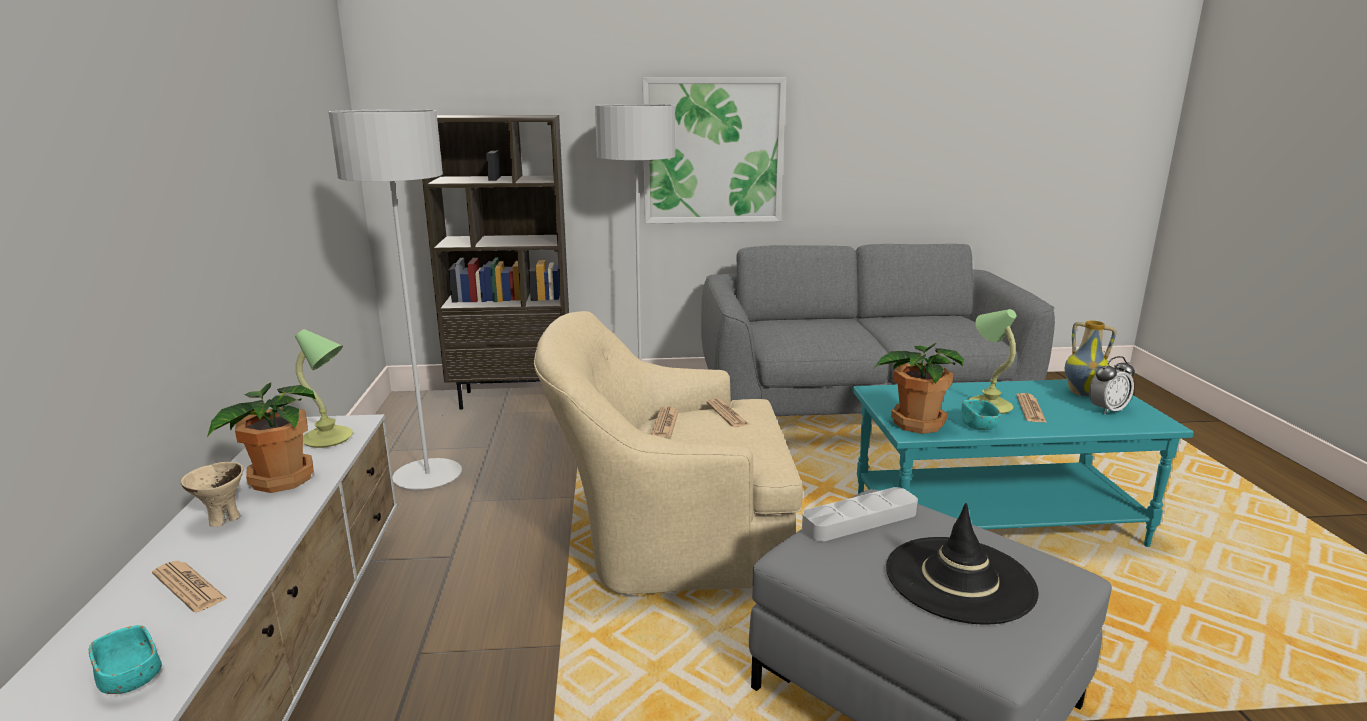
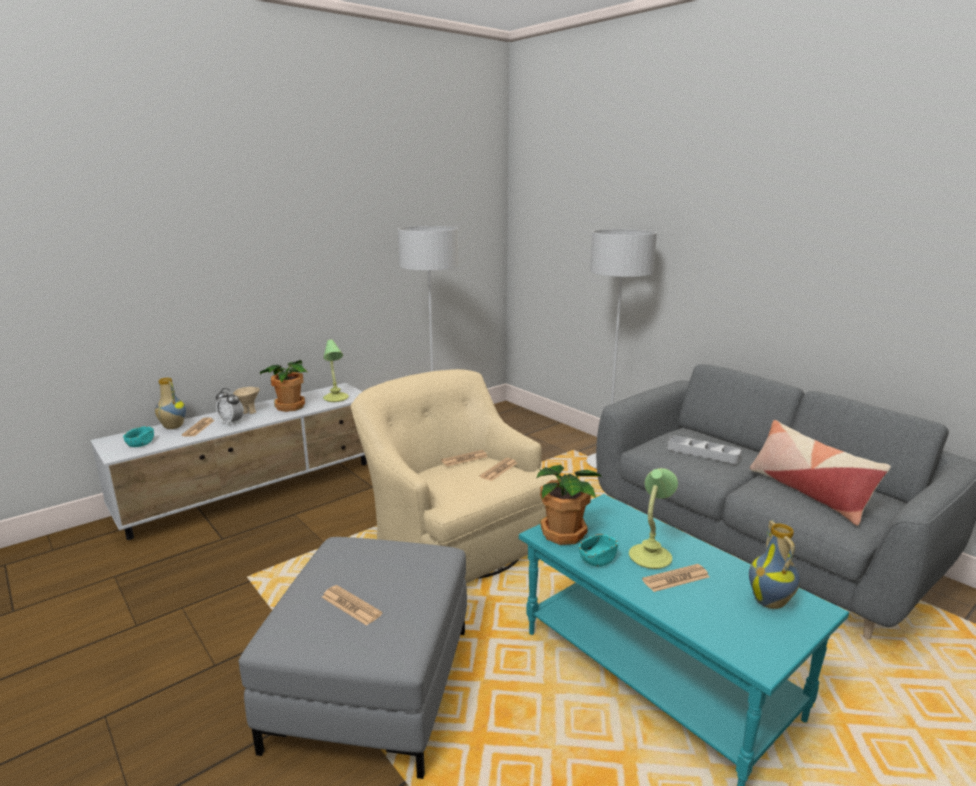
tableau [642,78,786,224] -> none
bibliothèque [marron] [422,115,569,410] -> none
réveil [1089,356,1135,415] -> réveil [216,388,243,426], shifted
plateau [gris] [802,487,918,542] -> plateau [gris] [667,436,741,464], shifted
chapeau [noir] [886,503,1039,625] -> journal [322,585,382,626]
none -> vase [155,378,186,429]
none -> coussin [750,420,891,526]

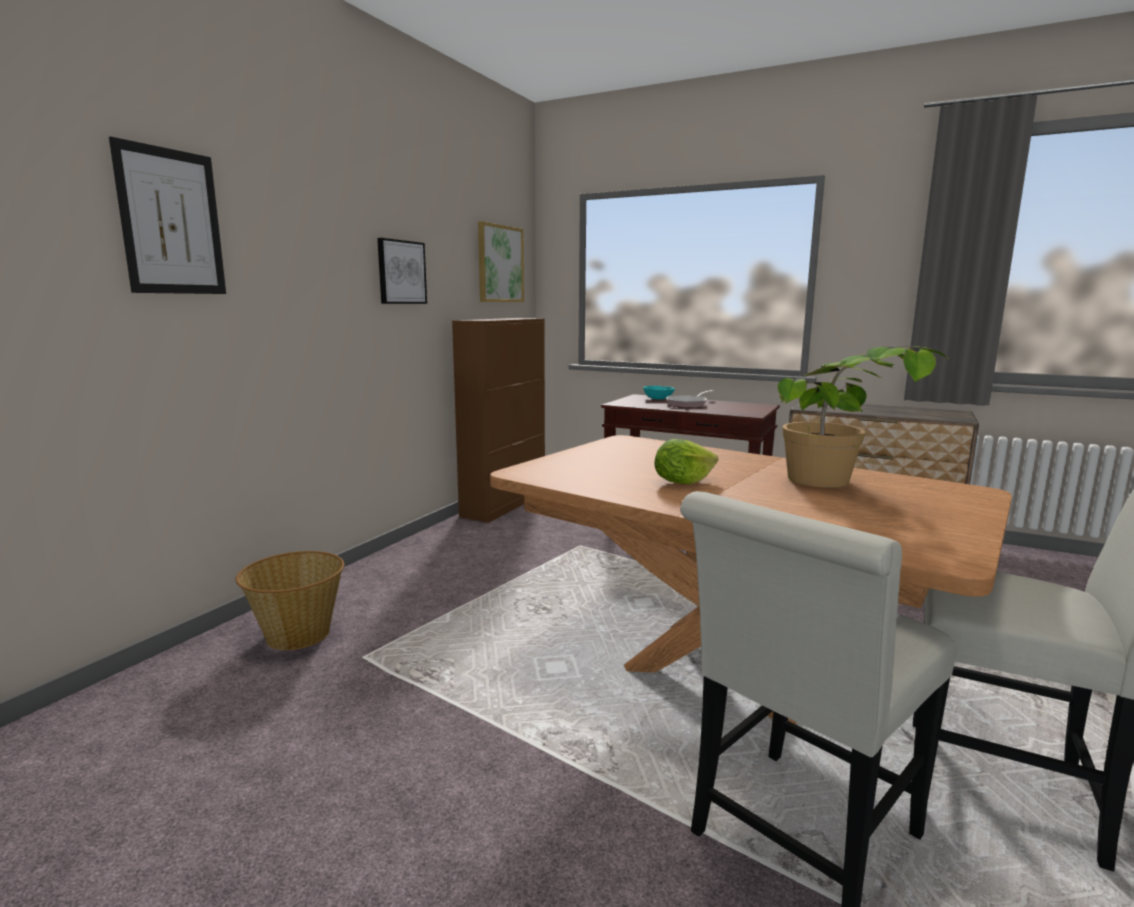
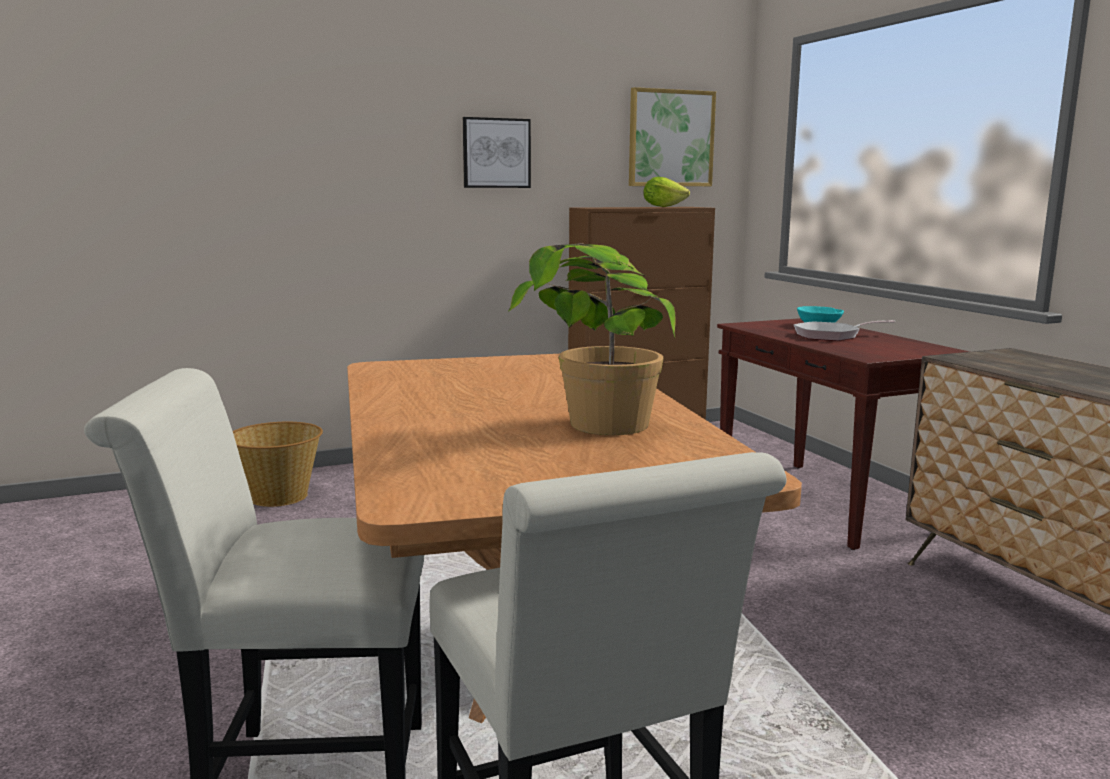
tableau [109,136,226,294] -> none
laitue [654,439,718,484] -> laitue [643,177,690,207], shifted

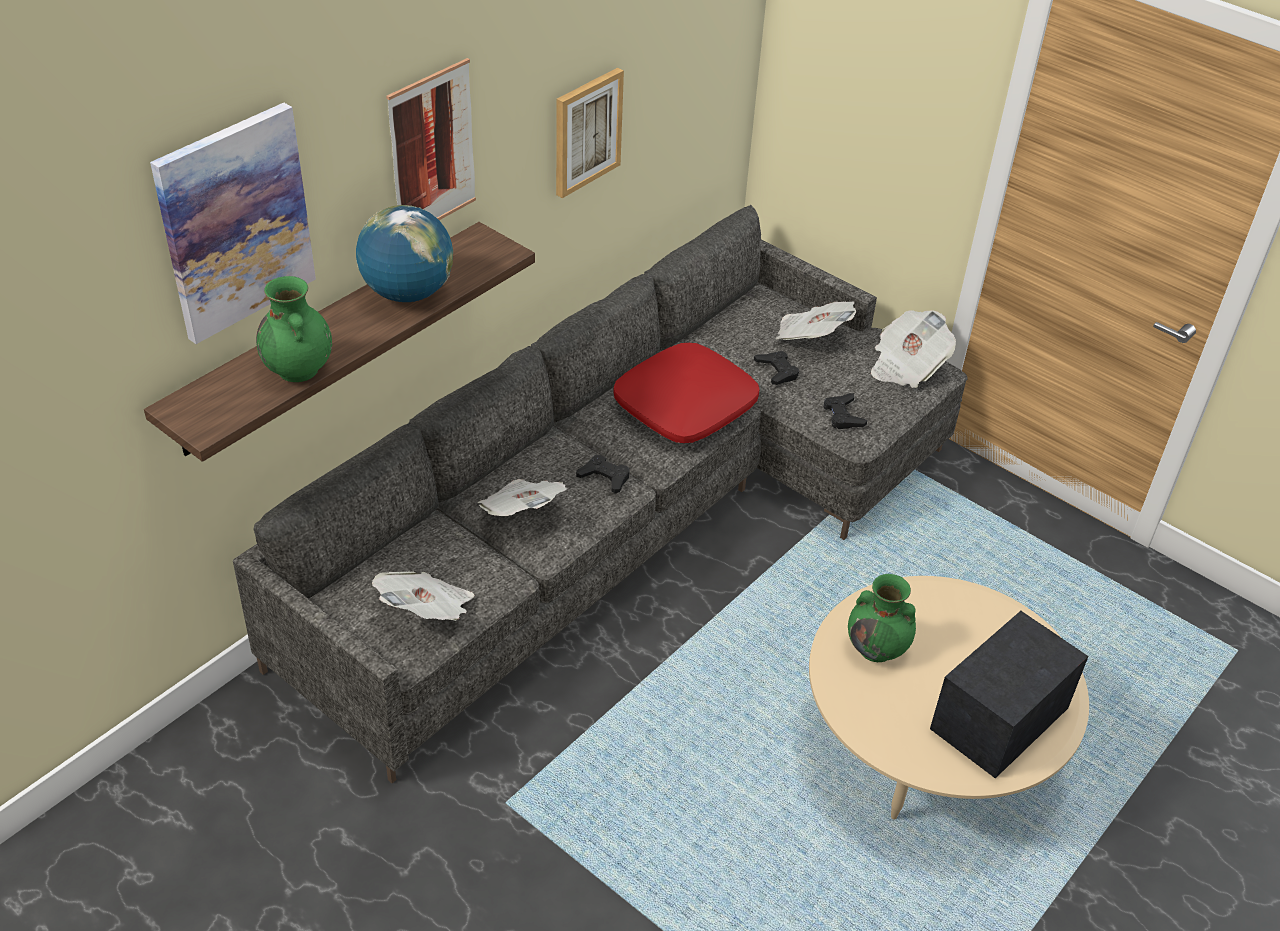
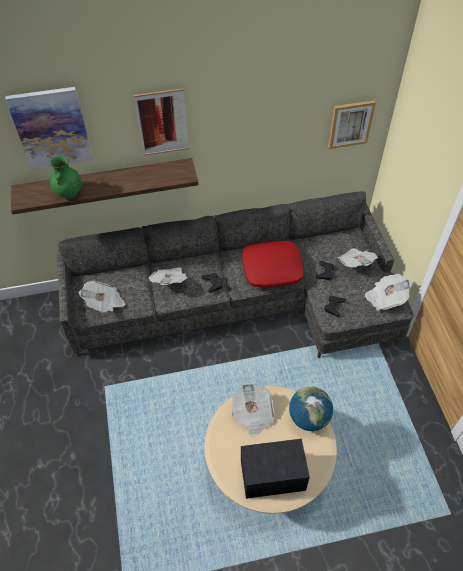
tableau [556,68,624,198] -> tableau [328,100,376,149], shifted
globe [356,205,453,302] -> globe [289,386,333,431], shifted
vase [vert] [848,574,916,662] -> journal [232,382,274,437]

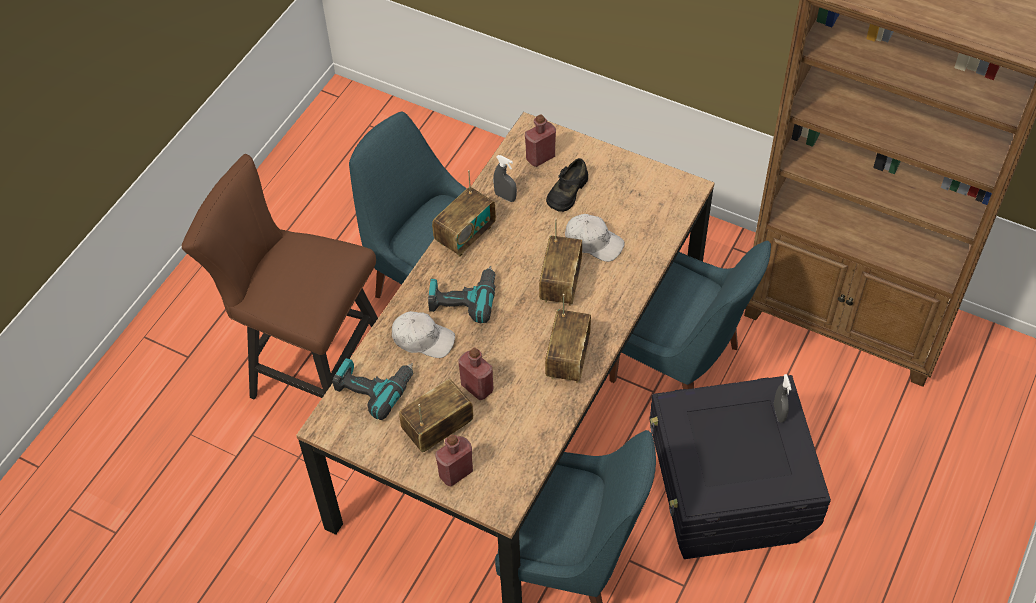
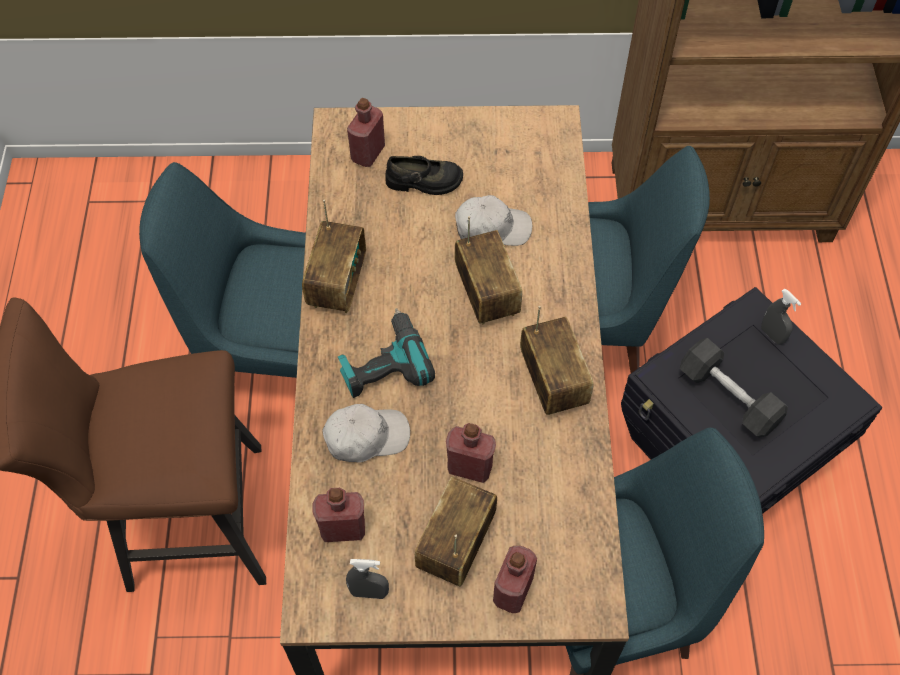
vaporisateur [gris] [493,155,517,202] -> vaporisateur [gris] [346,559,389,599], shifted
chaussure [noir] [546,158,588,212] -> chaussure [noir] [385,156,463,195], 90 degrees counterclockwise
perceuse [333,358,413,420] -> bouteille [rouge] [313,488,365,542]
none -> haltère [noir] [680,338,788,438]

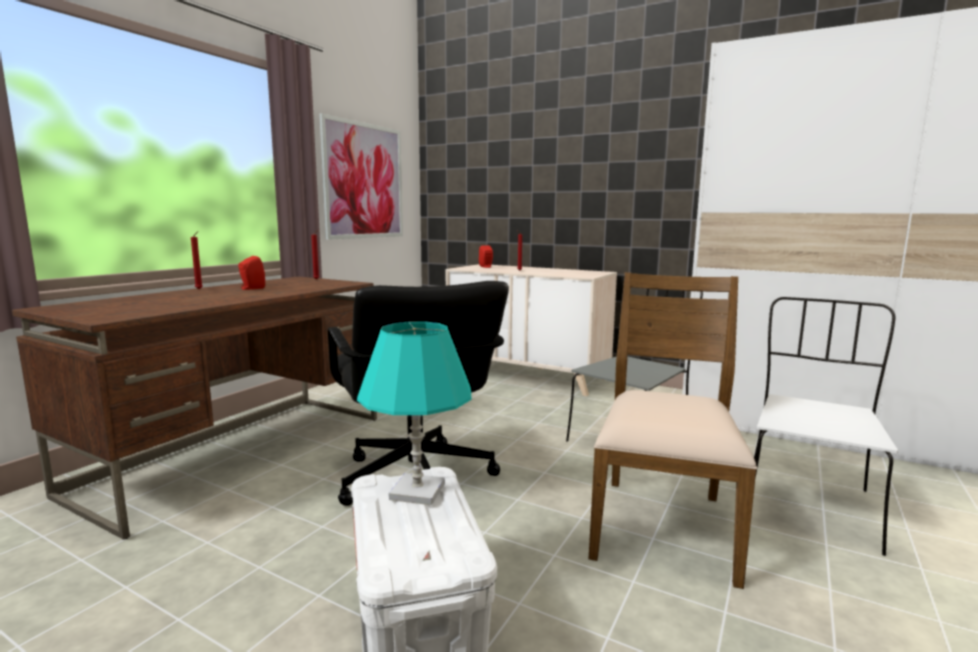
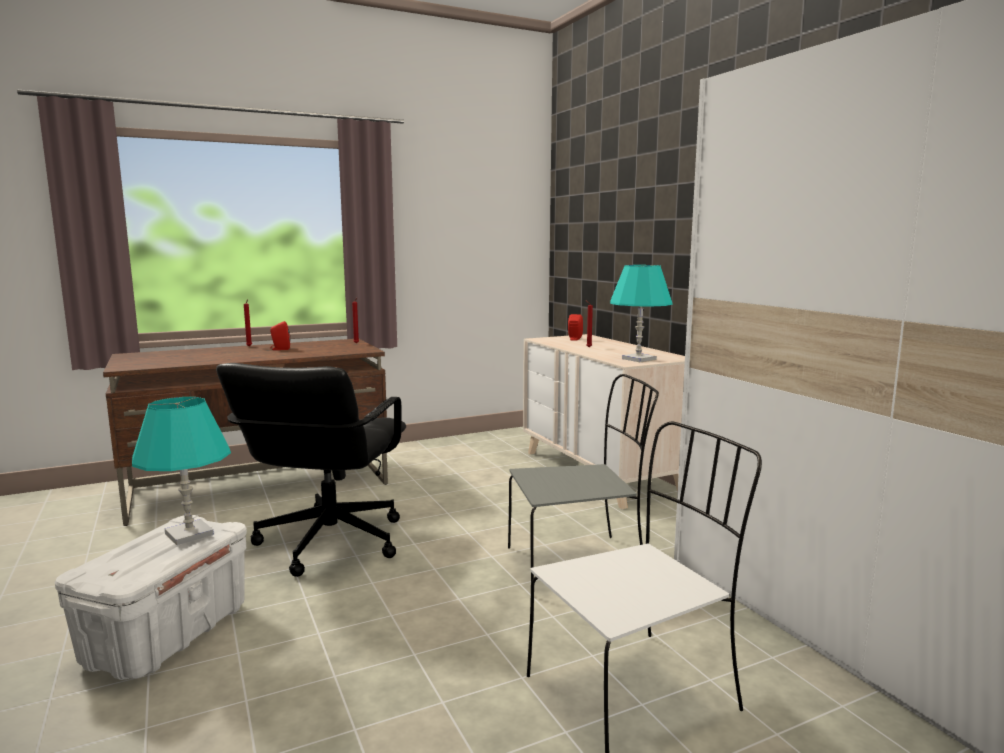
tableau [319,113,403,240] -> none
chaise [marron] [588,272,757,589] -> none
none -> lampe de table [turquoise] [610,265,673,362]

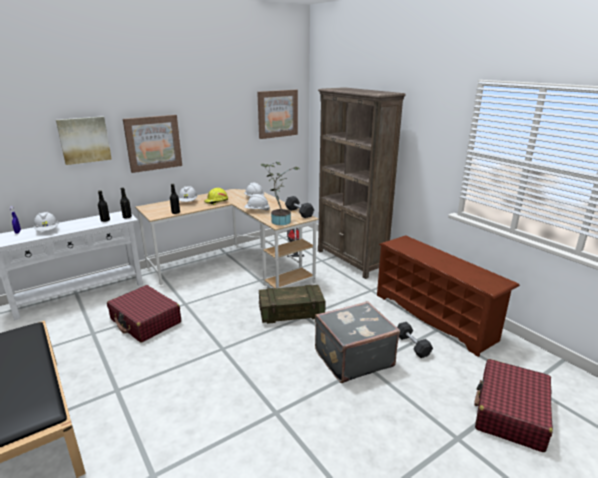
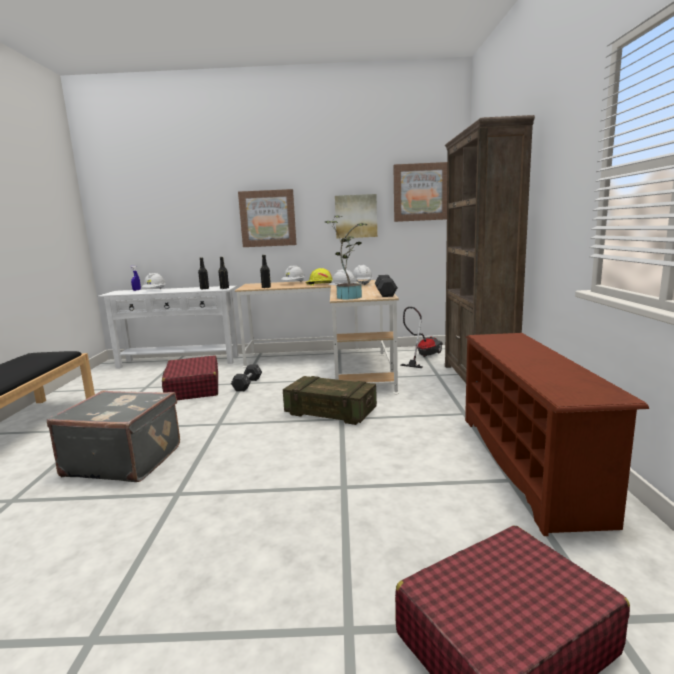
tableau [56,116,112,165] -> tableau [335,194,377,239], shifted
valise [gris] [315,301,400,383] -> valise [gris] [47,390,180,482], shifted
haltère [noir] [397,322,433,358] -> haltère [noir] [231,364,262,391], shifted

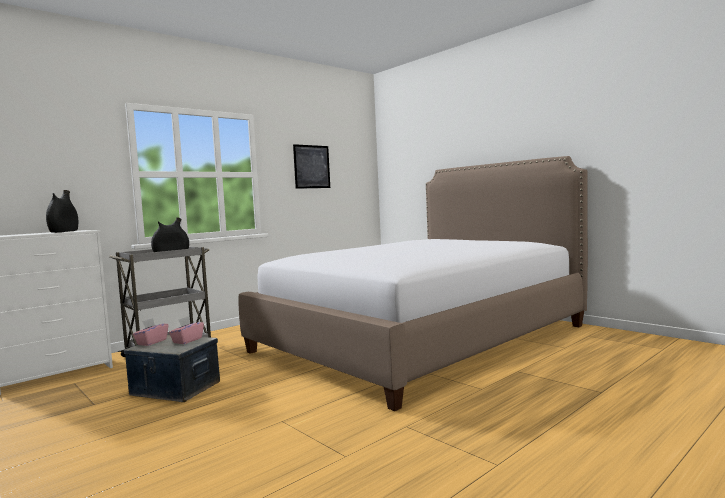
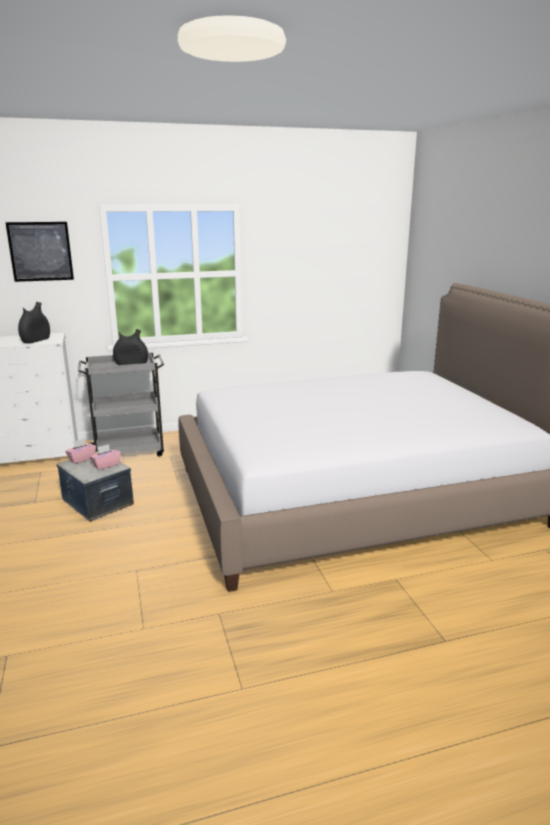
tableau [293,144,330,189] -> tableau [5,222,74,282], shifted

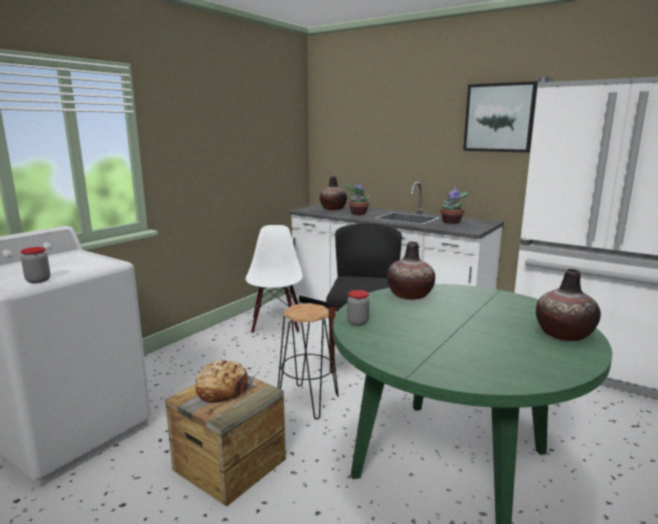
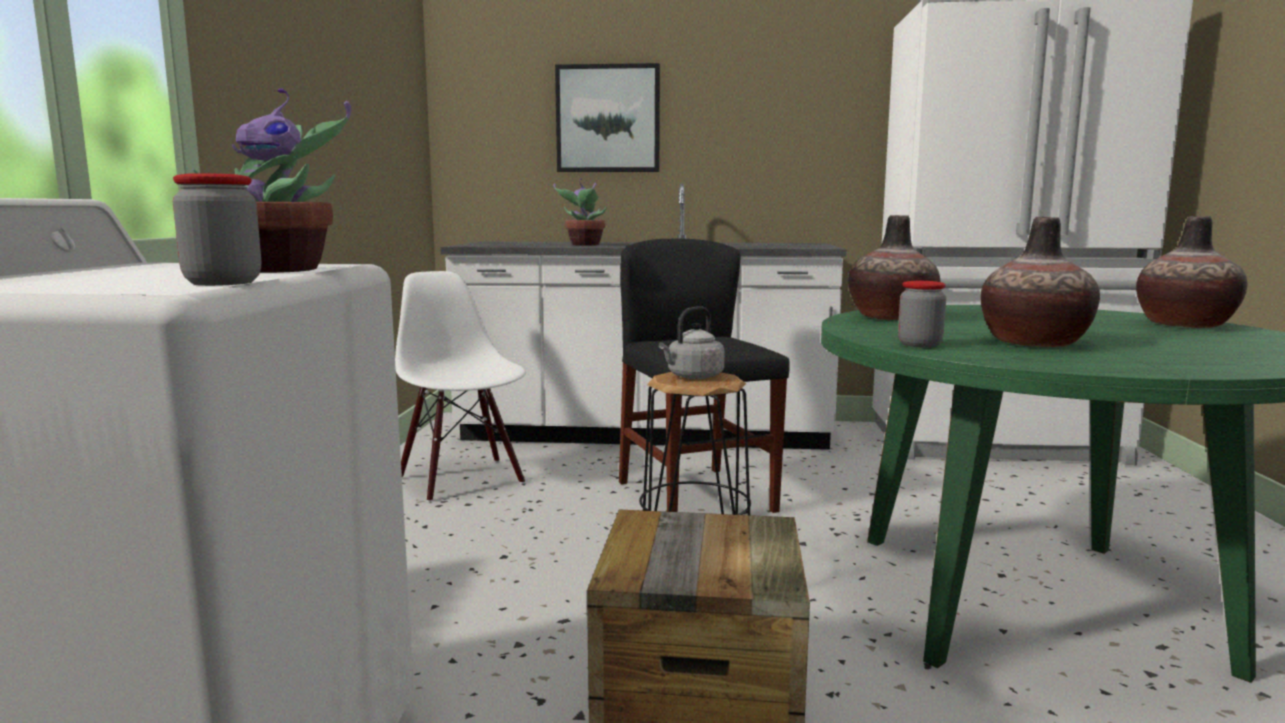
tableau [463,81,538,153] -> tableau [555,63,660,172], shifted
vase [320,176,347,210] -> vase [981,217,1100,347], shifted
plante en pot [440,185,472,224] -> plante en pot [193,88,351,273], shifted
pain [195,360,256,403] -> none
none -> bouilloire [gris] [659,306,725,379]

